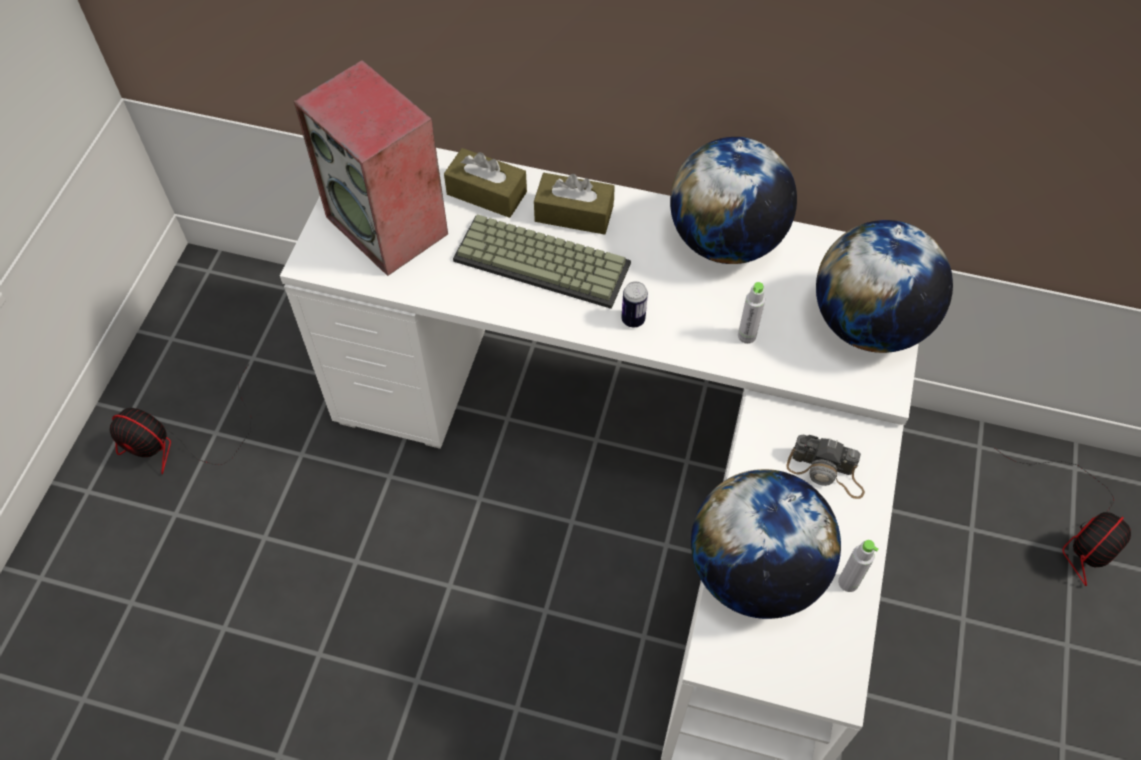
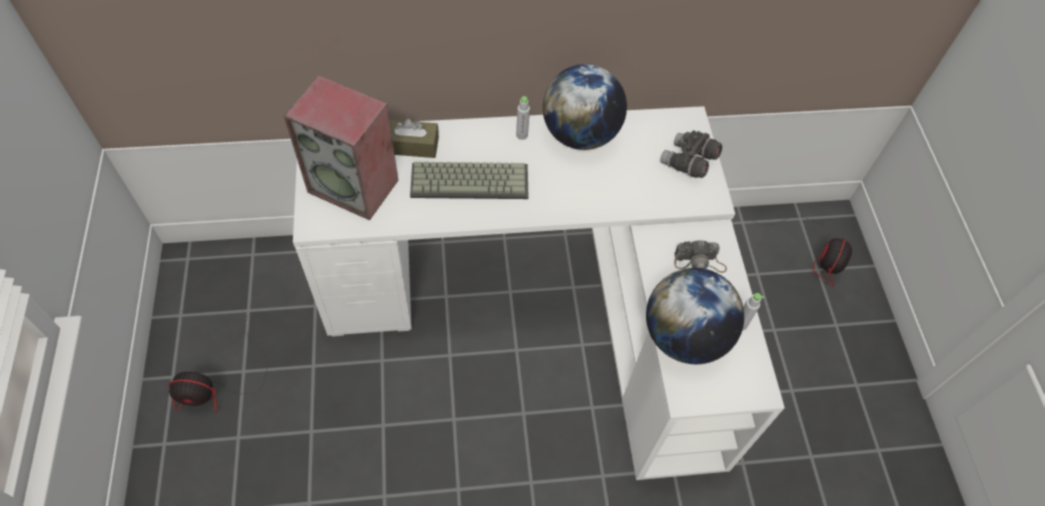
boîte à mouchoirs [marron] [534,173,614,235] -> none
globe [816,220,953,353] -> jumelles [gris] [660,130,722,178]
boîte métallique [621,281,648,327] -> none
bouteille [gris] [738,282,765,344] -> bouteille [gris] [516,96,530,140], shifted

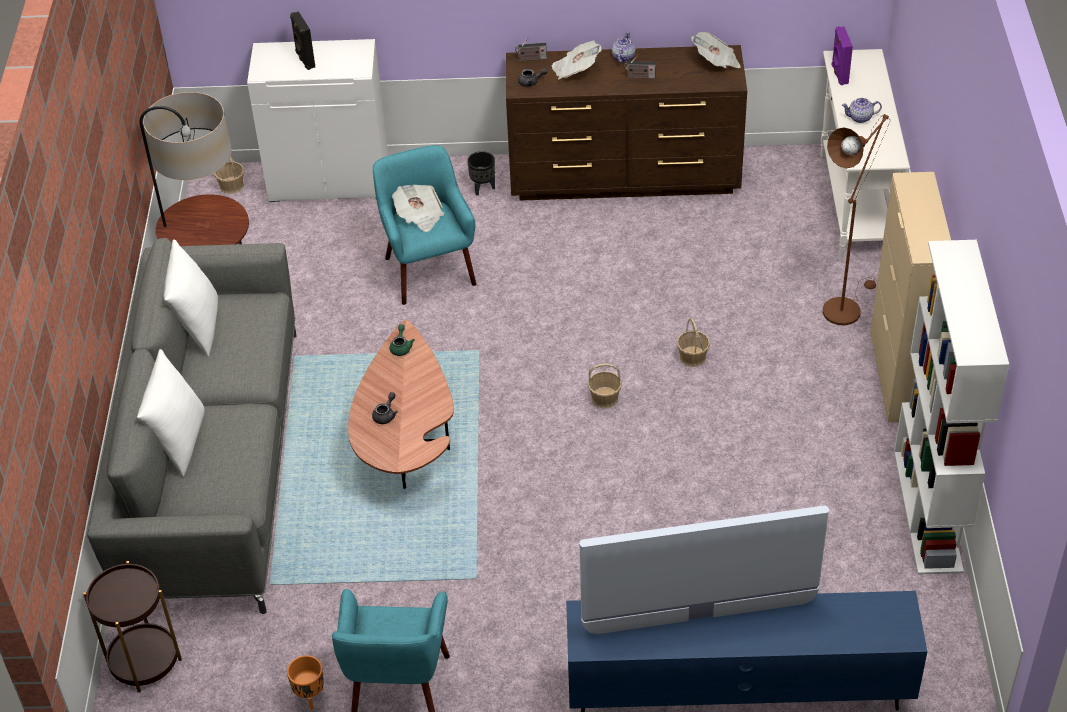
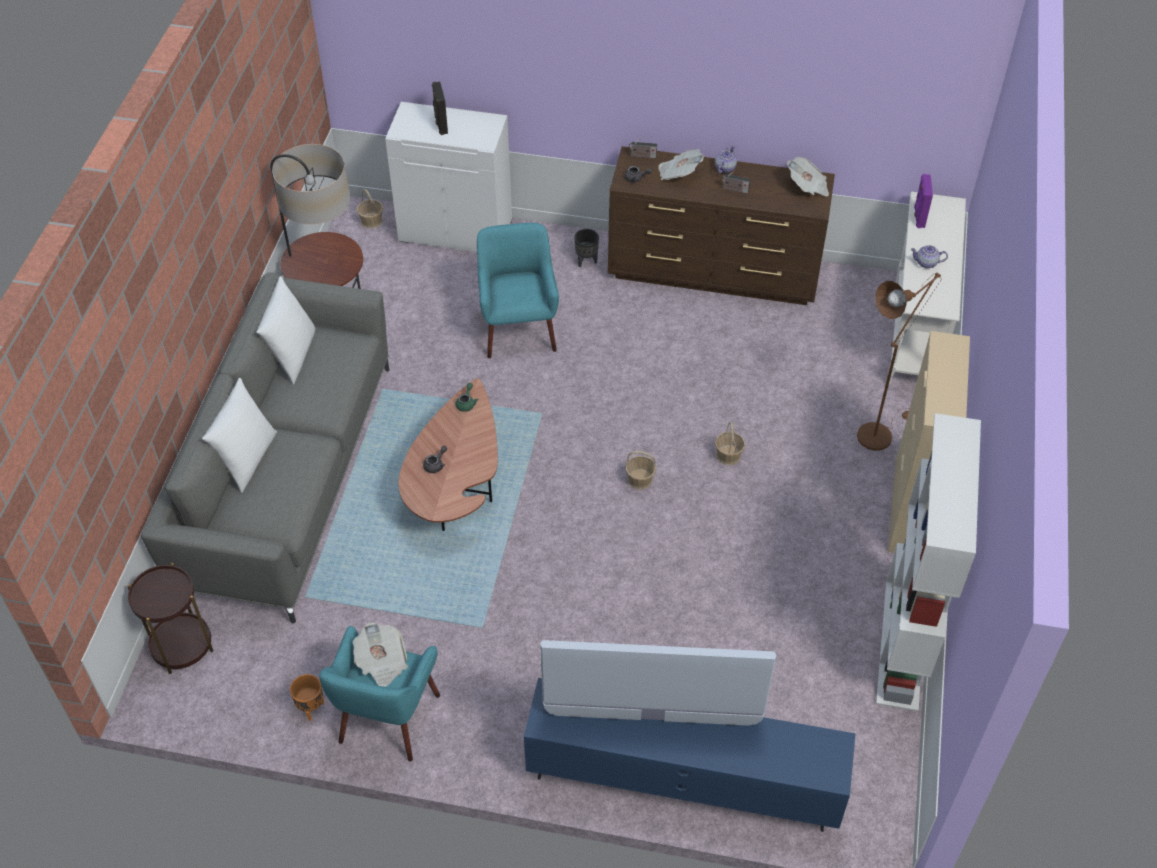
journal [392,185,444,232] -> journal [353,622,408,687], shifted

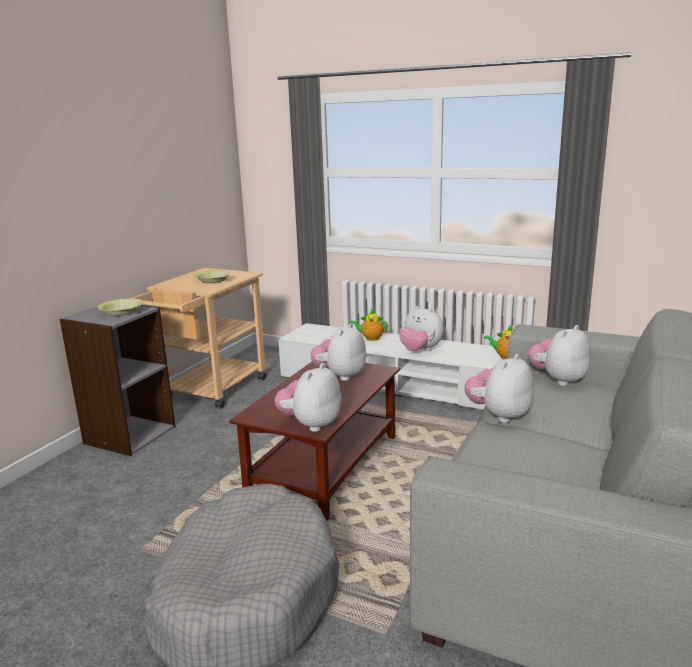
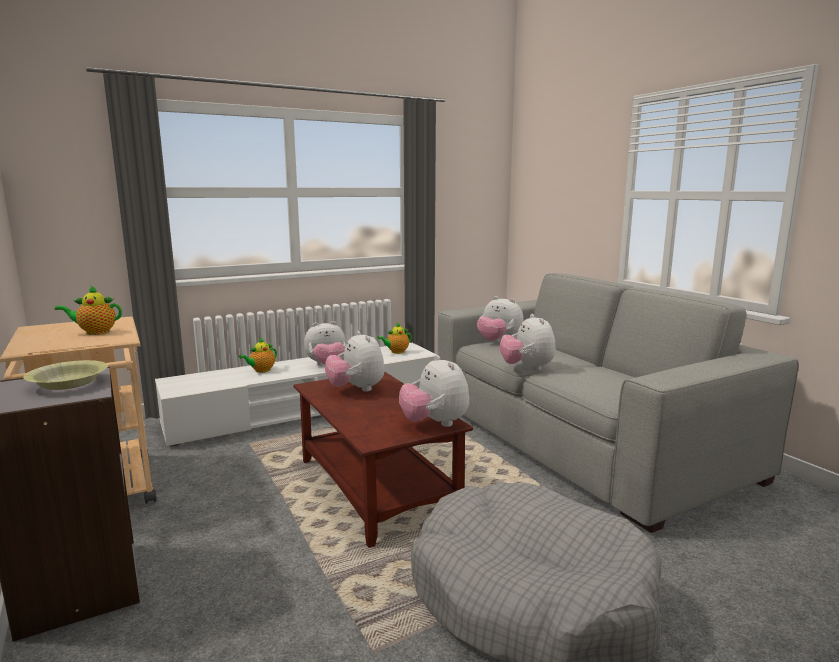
bol [jaune] [193,270,232,283] -> théière [55,286,122,335]
peluche [528,325,591,386] -> peluche [477,296,524,341], 45 degrees counterclockwise

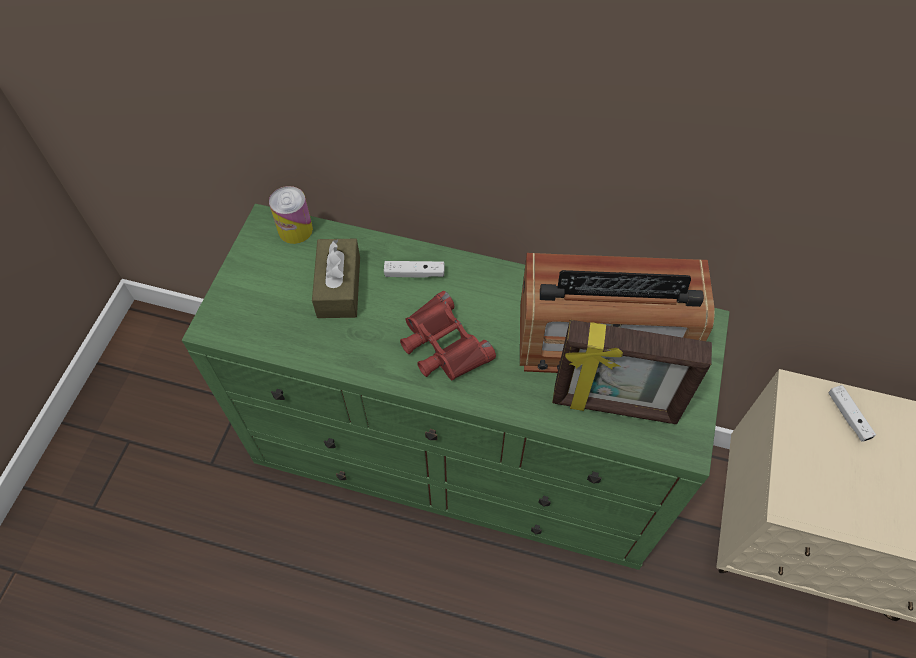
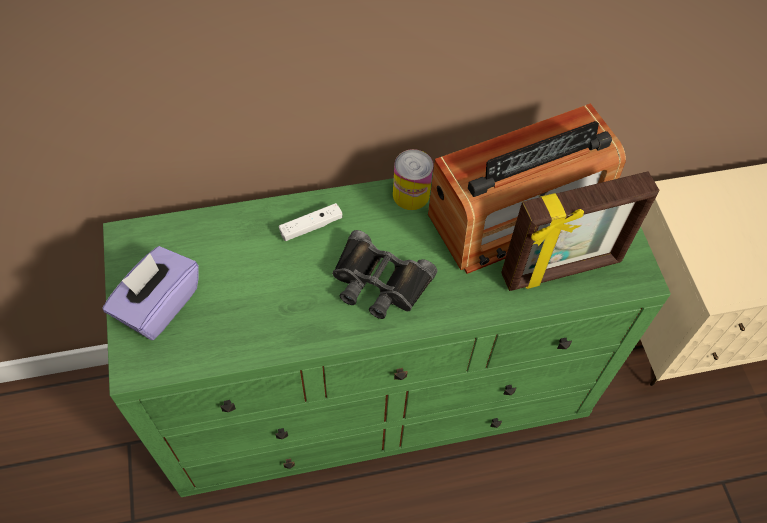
boîte métallique [269,186,313,244] -> boîte métallique [393,149,433,210], shifted
boîte à mouchoirs [marron] [312,239,360,318] -> none
jumelles [rouge] [400,291,496,380] -> jumelles [noir] [332,230,438,319]
manette [blanc] [828,385,876,442] -> none
none -> boîte à mouchoirs [violet] [102,246,199,340]

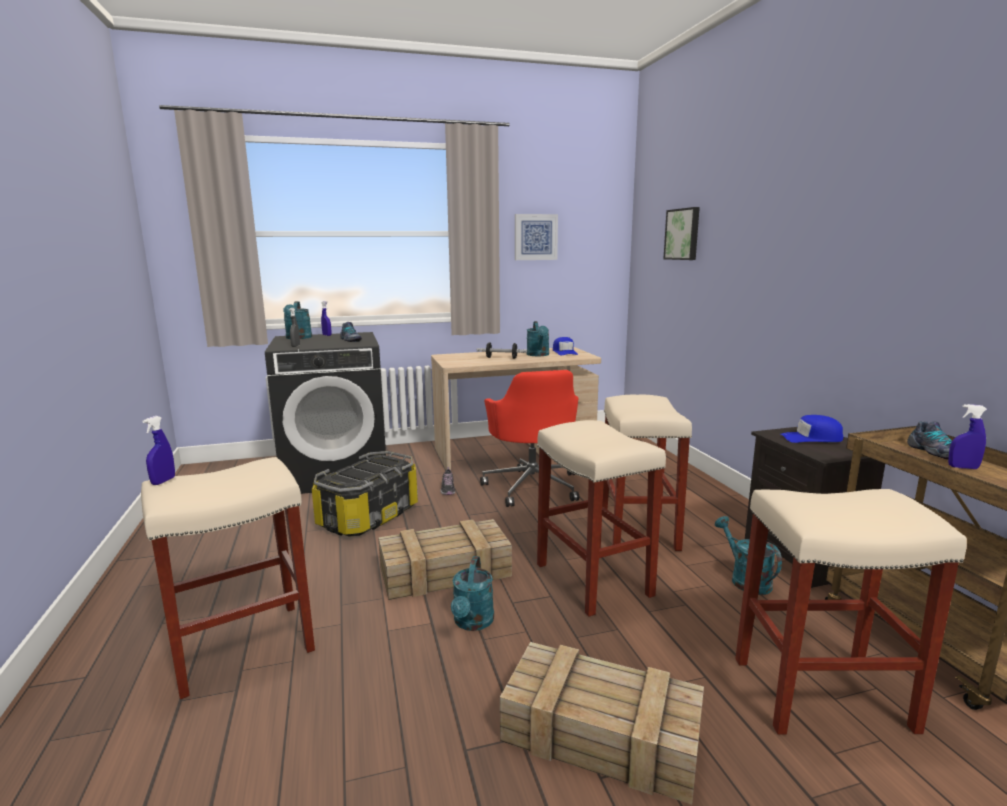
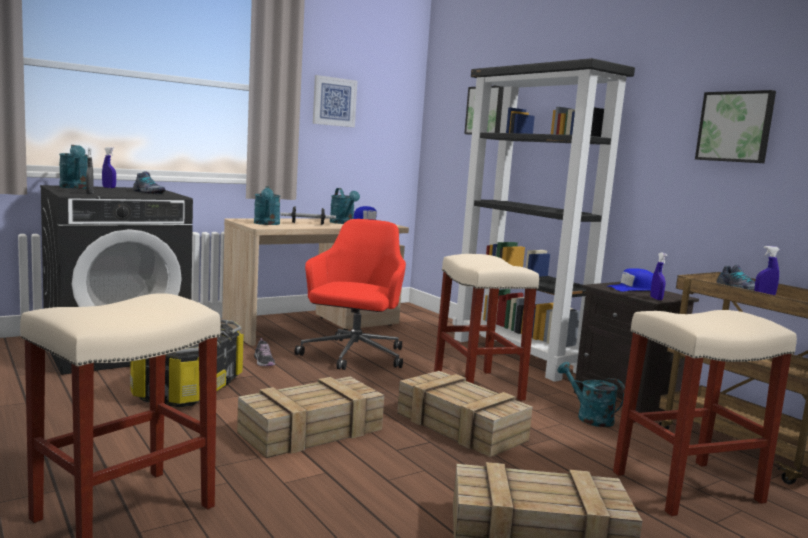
chaise de bureau [rouge] [480,370,579,507] -> chaise de bureau [rouge] [295,219,406,370], 135 degrees counterclockwise
vaporisateur [bleu] [142,416,175,485] -> vaporisateur [bleu] [650,252,667,300], shifted
tabouret [beige] [537,420,666,617] -> caisse [397,371,532,457]
arrosoir [turquoise] [451,556,494,631] -> arrosoir [turquoise] [254,186,280,225], shifted
none -> bibliothèque [noir] [452,58,635,382]
none -> tableau [695,90,776,163]

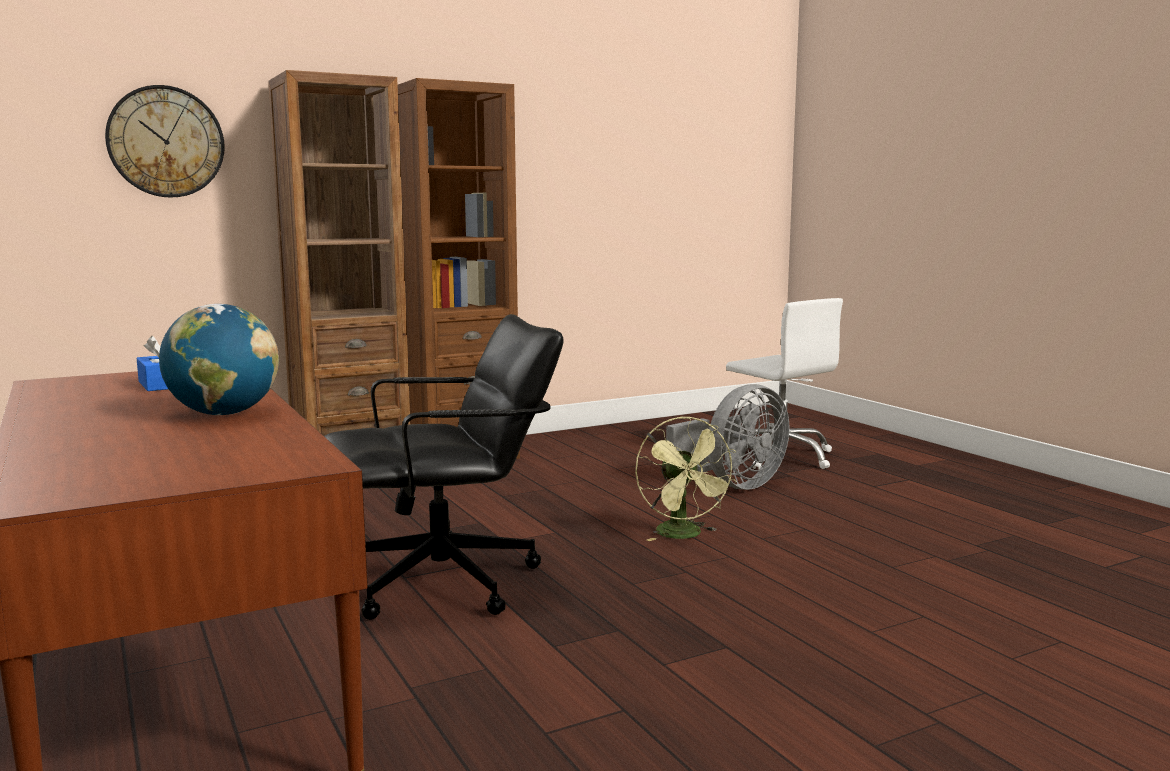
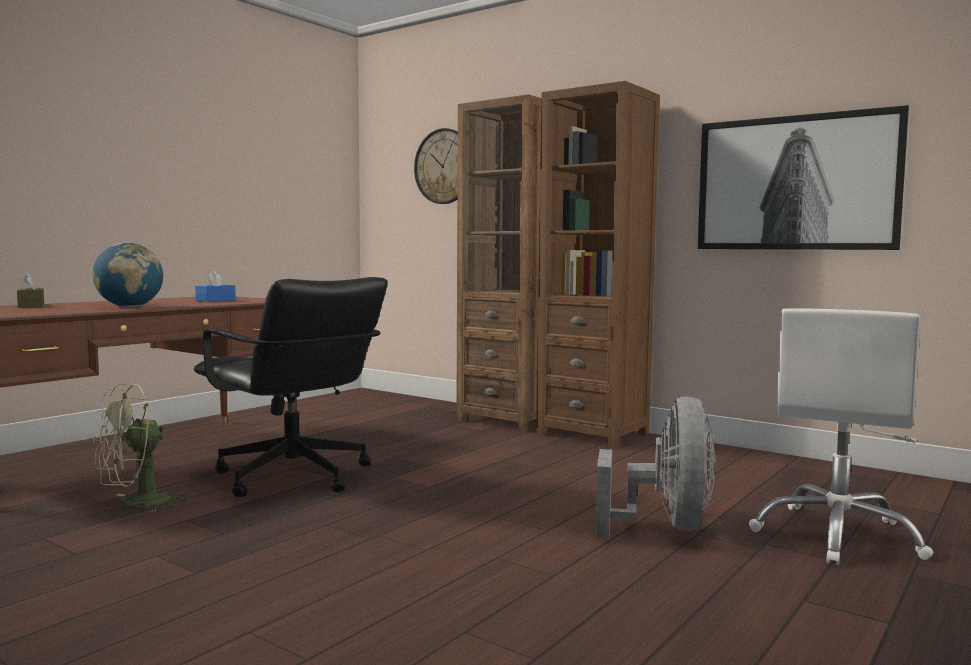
ventilateur [gris] [666,384,789,490] -> ventilateur [gris] [595,396,716,538], 105 degrees counterclockwise
ventilateur [vert] [635,416,737,541] -> ventilateur [vert] [93,384,188,512], shifted
none -> tableau [698,105,909,250]
none -> boîte à mouchoirs [marron] [17,273,44,308]

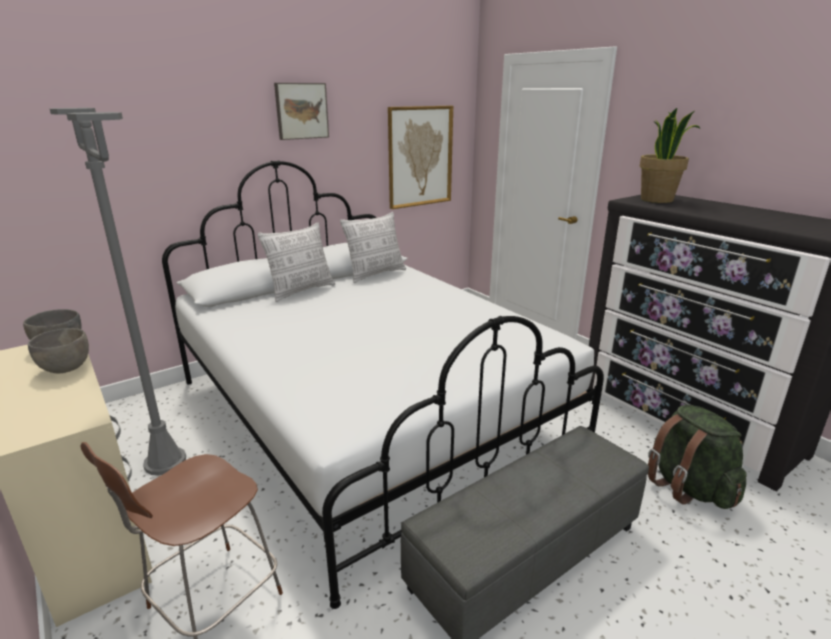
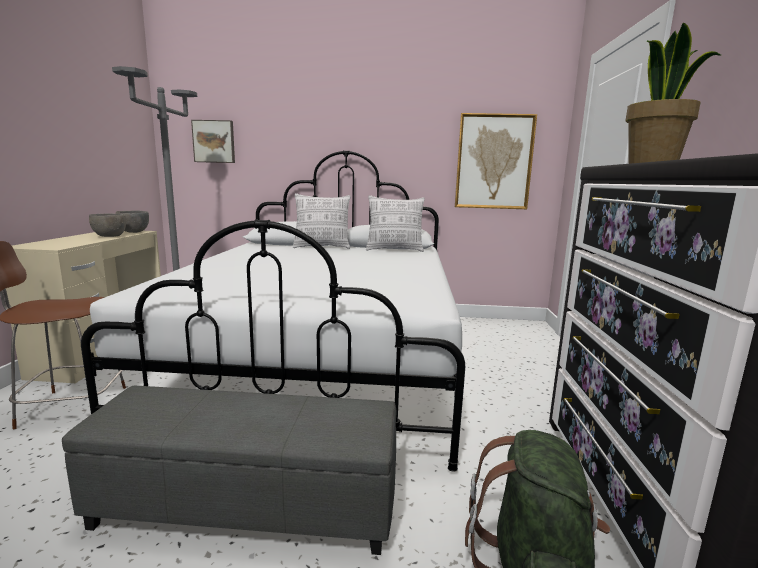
tableau [274,83,329,140] -> tableau [191,120,235,163], shifted

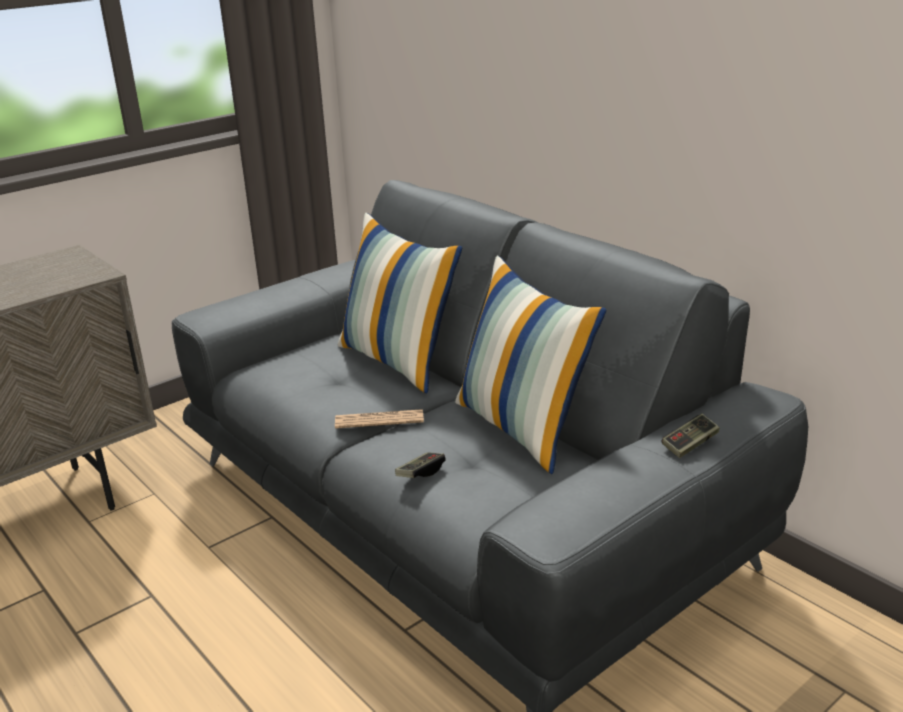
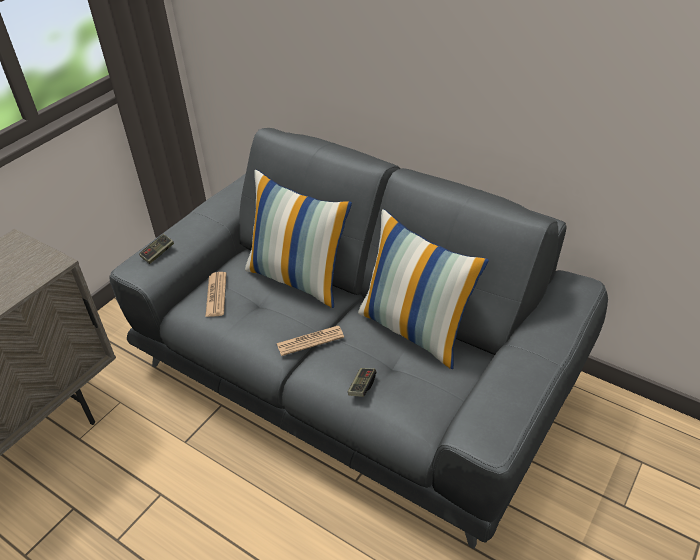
manette [661,414,720,458] -> manette [139,234,174,264], shifted
none -> journal [205,272,226,317]

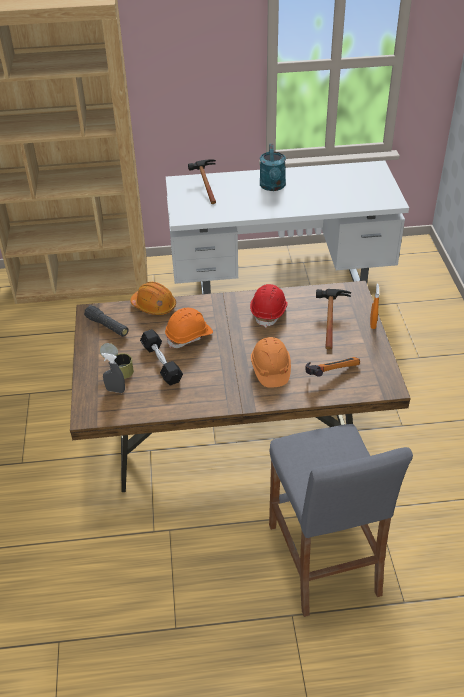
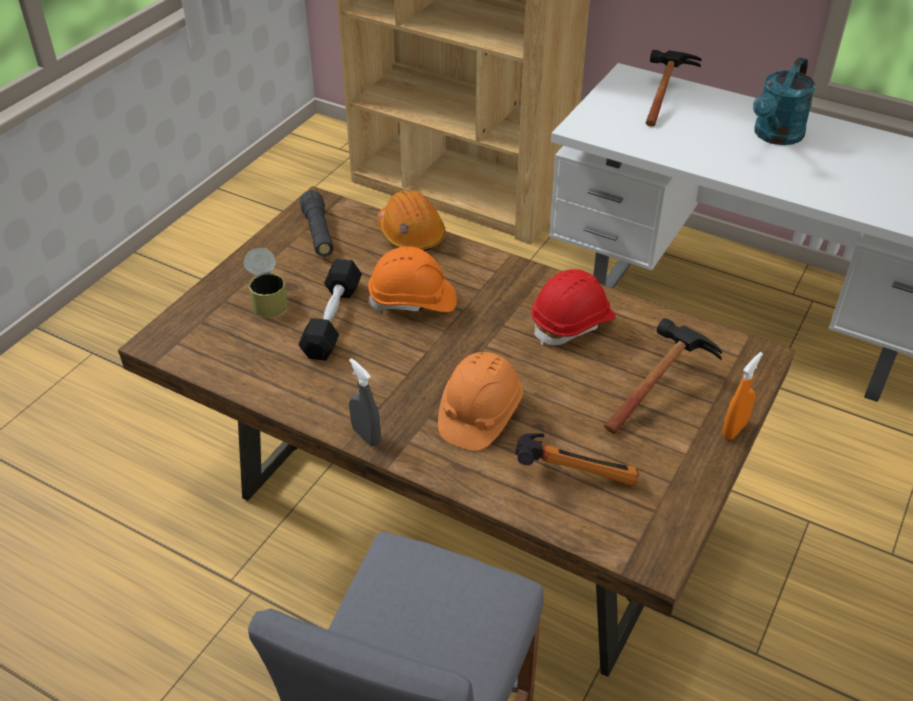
vaporisateur [gris] [101,353,125,393] -> vaporisateur [gris] [349,358,381,446], shifted

